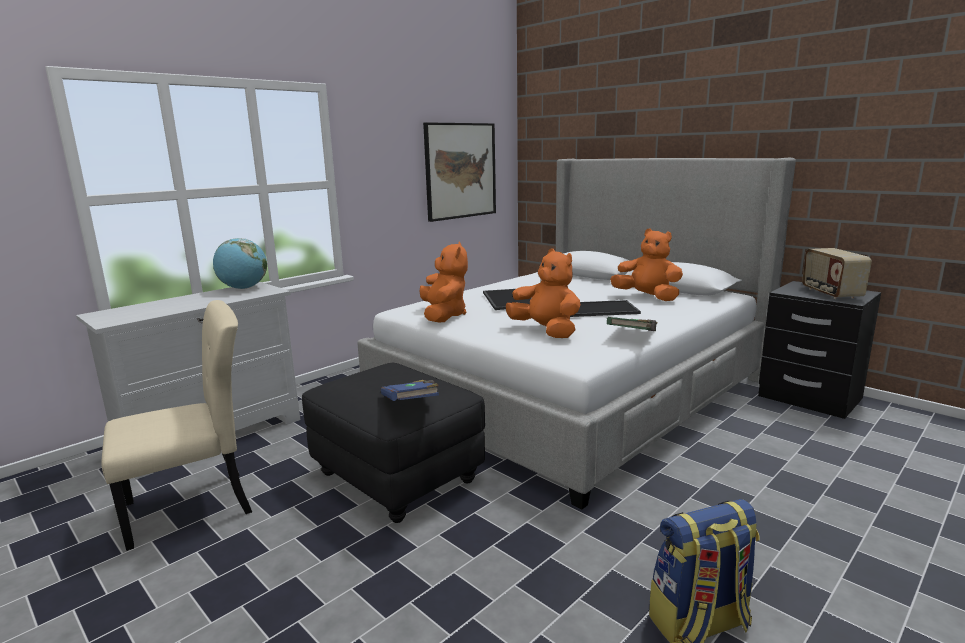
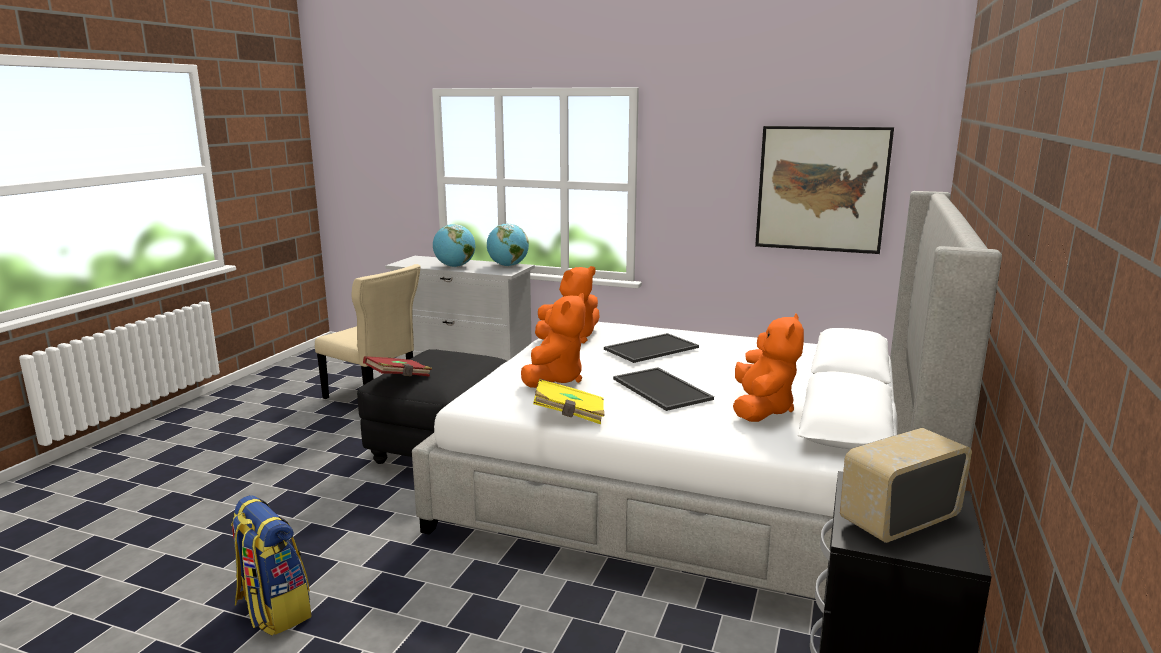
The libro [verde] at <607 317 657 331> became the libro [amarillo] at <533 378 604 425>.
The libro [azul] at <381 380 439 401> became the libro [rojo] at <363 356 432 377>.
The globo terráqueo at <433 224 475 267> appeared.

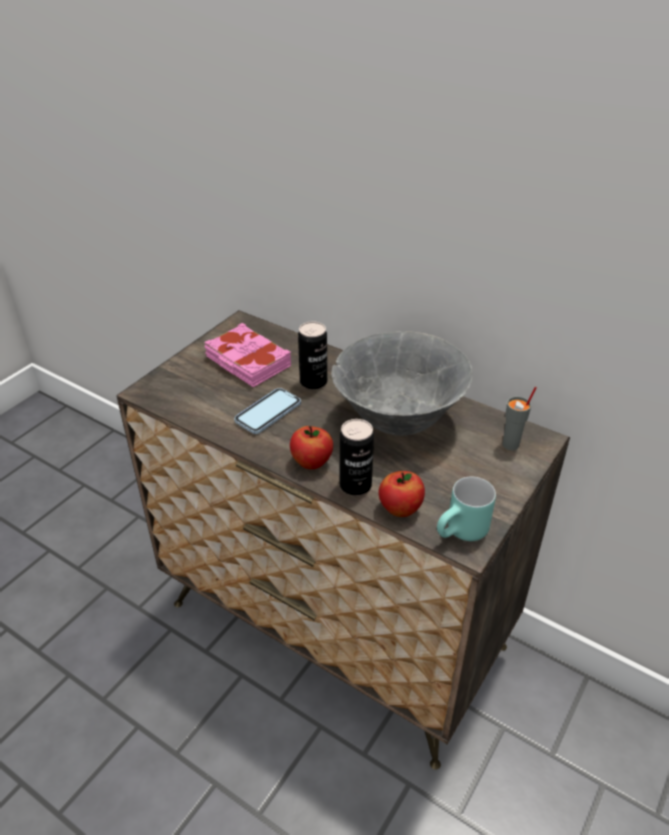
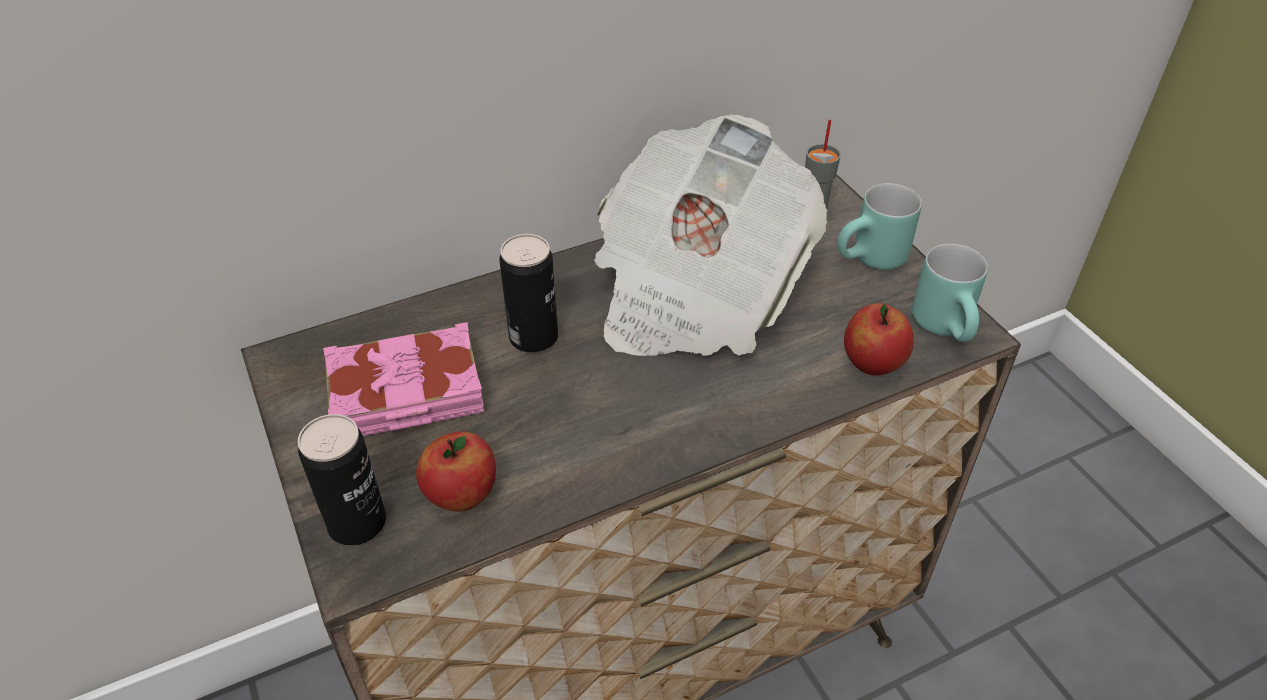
The cuenco [gris] at <331 331 473 436> was replaced by the periódico at <594 114 827 356>.
The móvil at <234 388 301 434> disappeared.
The lata moved from <339 419 374 495> to <298 414 386 546>.
The manzana moved from <290 426 333 469> to <416 431 496 512>.
The taza grande [turquesa] at <837 183 922 270> appeared.

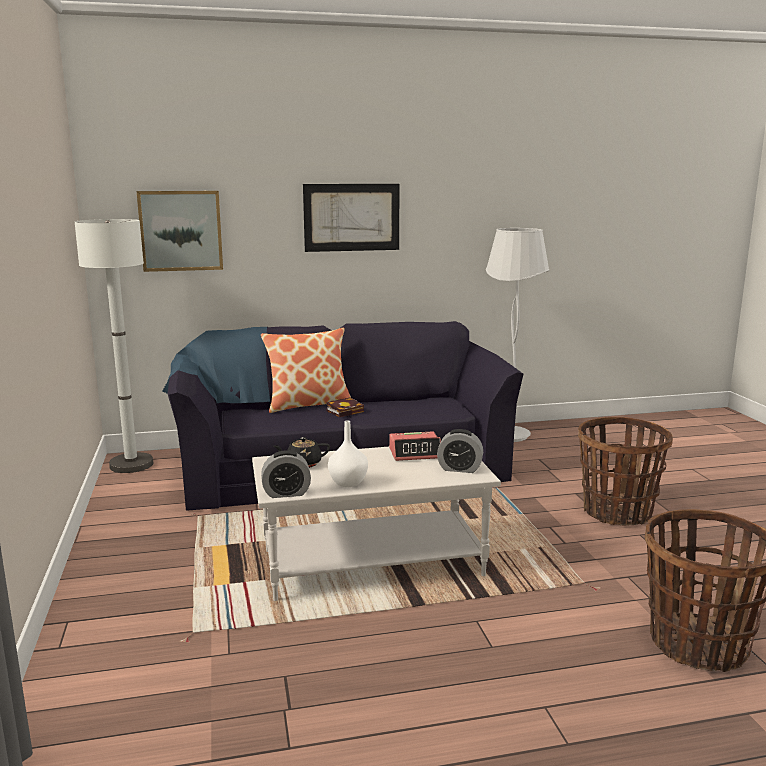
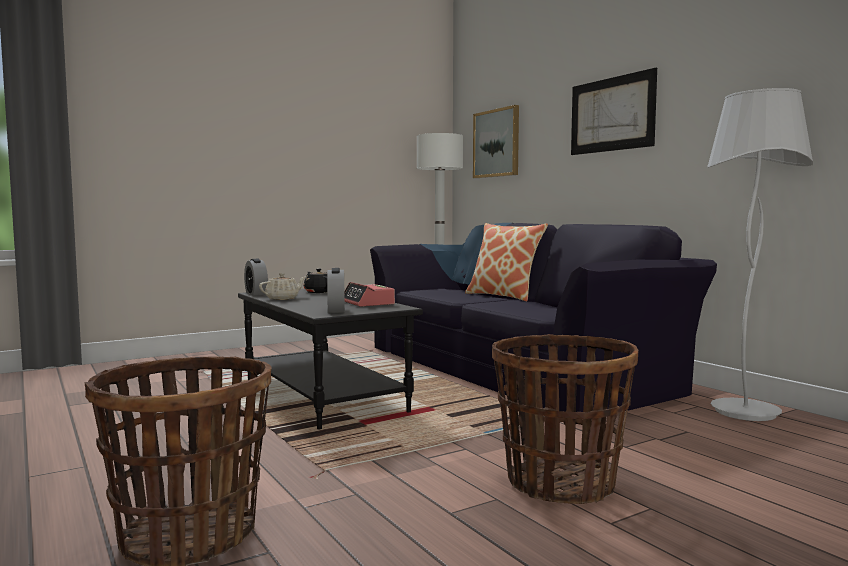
The libro at <326 397 364 417> disappeared.
The florero [blanco] at <328 420 368 487> was replaced by the tetera [beis] at <259 273 306 300>.
The mesa de centro [blanco] at <252 447 501 601> became the mesa de centro [negro] at <238 289 423 429>.

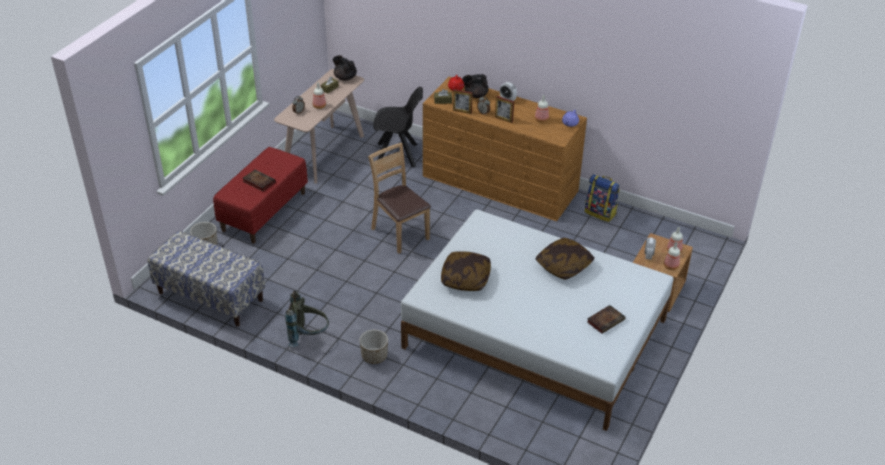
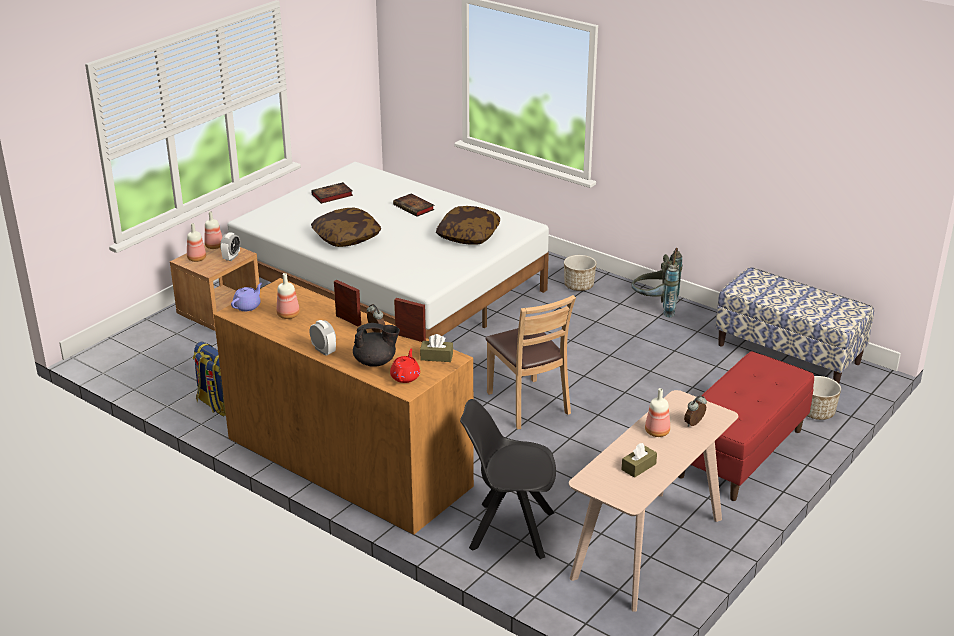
The tetera [negro] at <333 55 357 81> disappeared.
The libro moved from <242 170 275 192> to <393 194 435 216>.

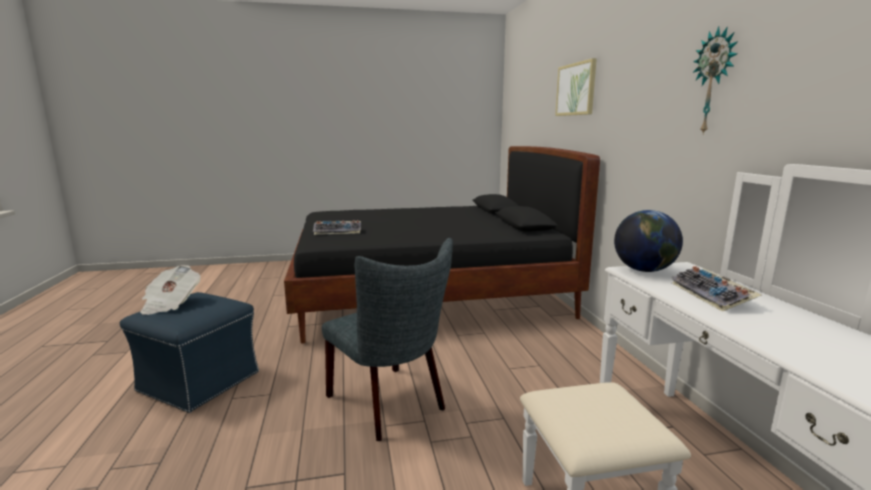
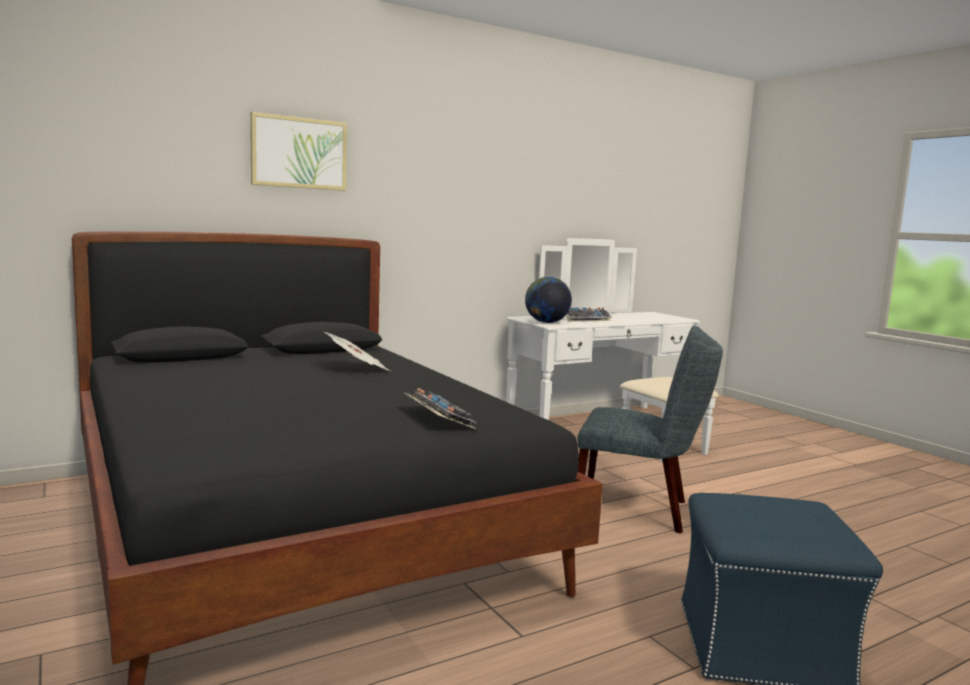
The reloj de pared at <693 26 738 134> disappeared.
The silla [gris] at <322 238 453 441> turned 75 degrees clockwise.
The periódico moved from <140 265 201 315> to <324 332 390 371>.

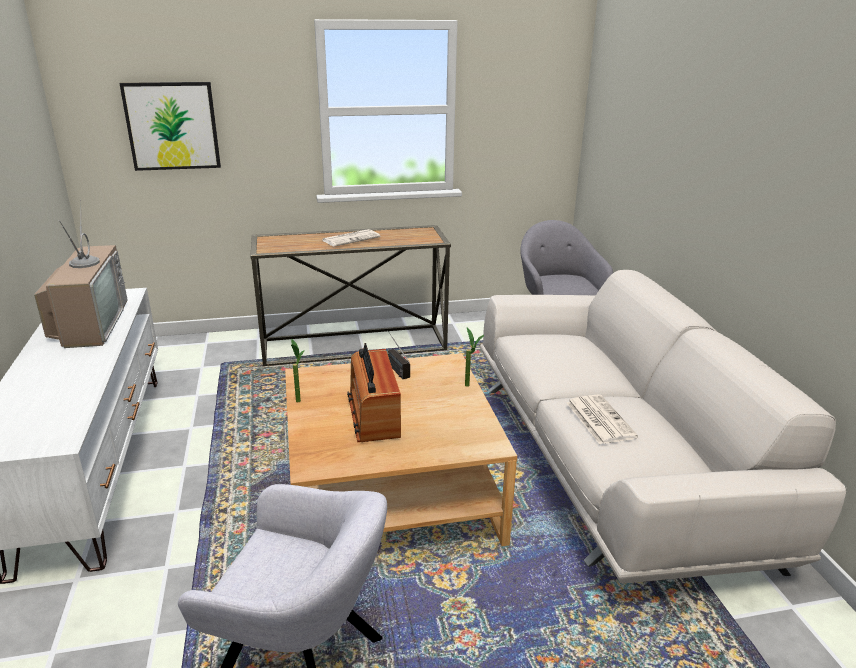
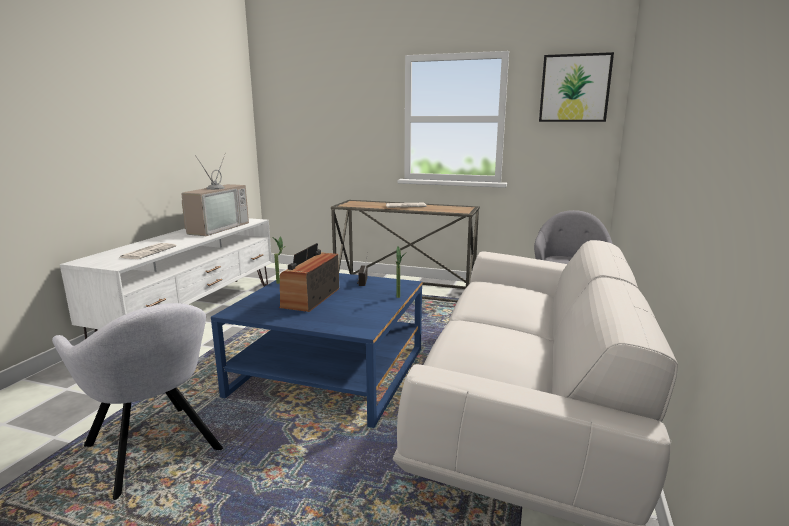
The cuadro moved from <119 82 221 171> to <539 52 614 122>.
The mesa de centro [beis] at <285 353 517 546> became the mesa de centro [azul] at <211 273 422 428>.
The periódico moved from <567 394 638 445> to <119 243 177 259>.

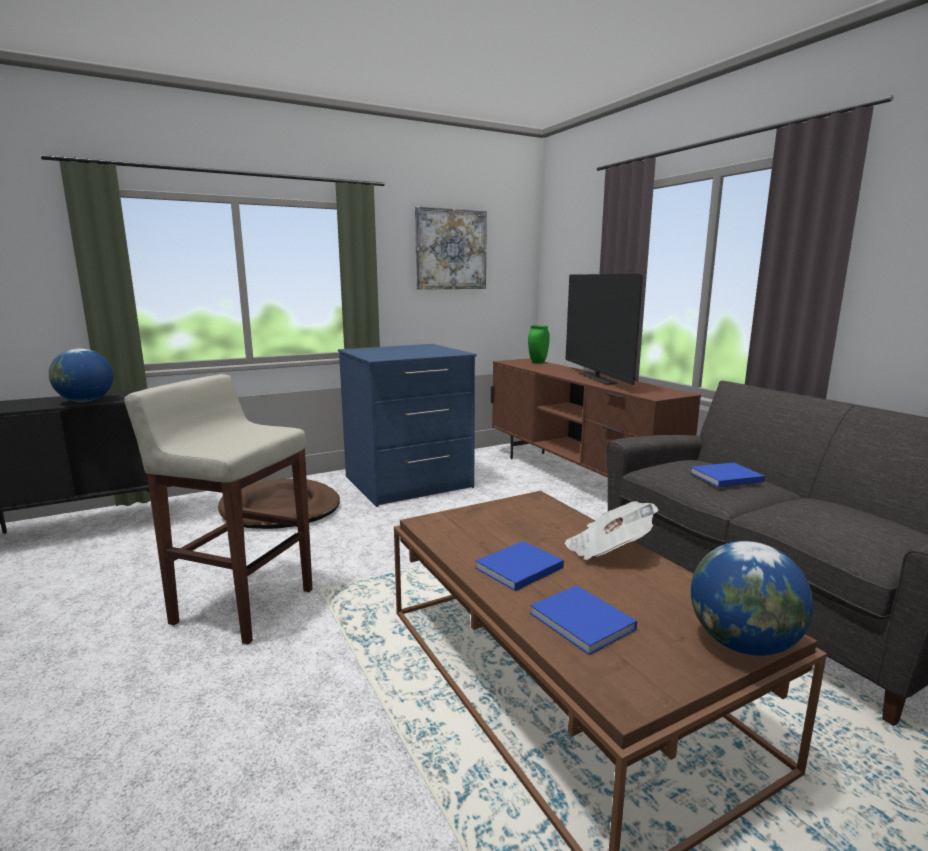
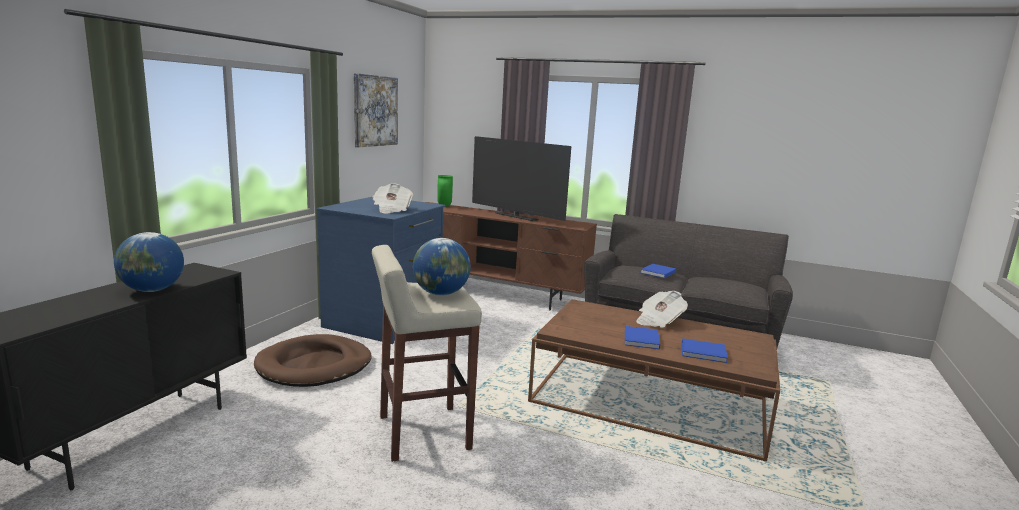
The globo terráqueo moved from <691 541 814 656> to <413 238 471 295>.
The periódico at <372 183 413 214> appeared.

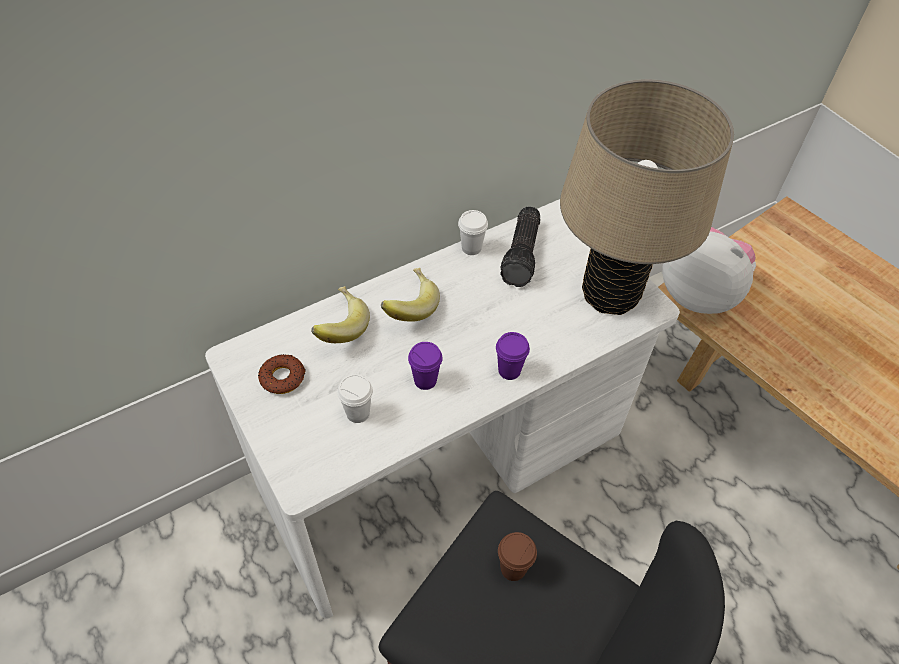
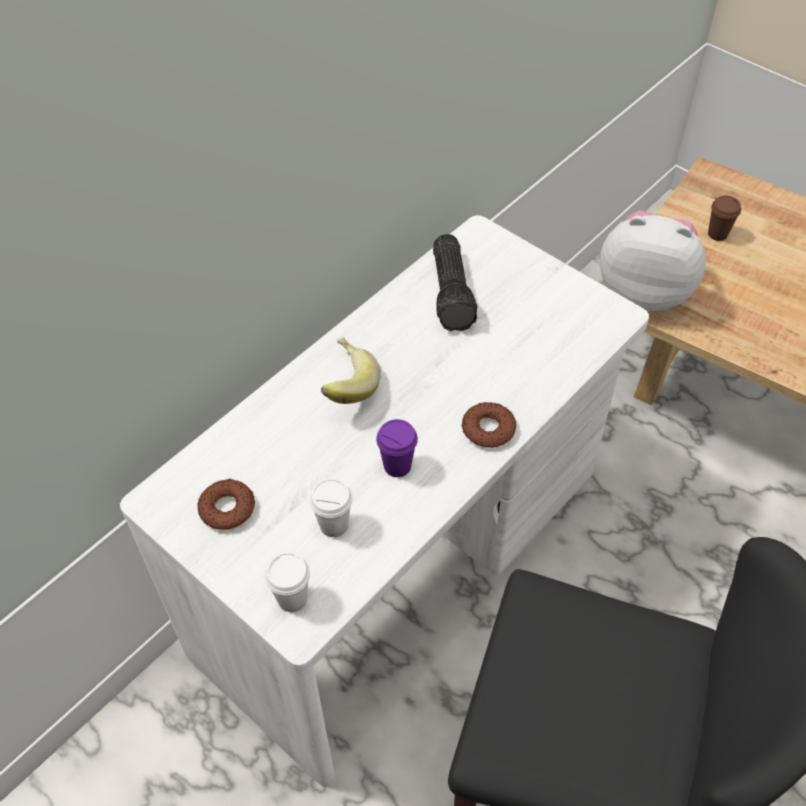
The lámpara de mesa [beis] at <560 79 734 315> disappeared.
The taza [blanco] moved from <458 210 488 255> to <265 552 310 612>.
The plátano at <311 286 370 343> disappeared.
The taza [morado] at <496 332 530 380> was replaced by the rosquilla at <462 402 516 448>.
The taza [marrón] moved from <498 532 537 581> to <708 196 741 241>.

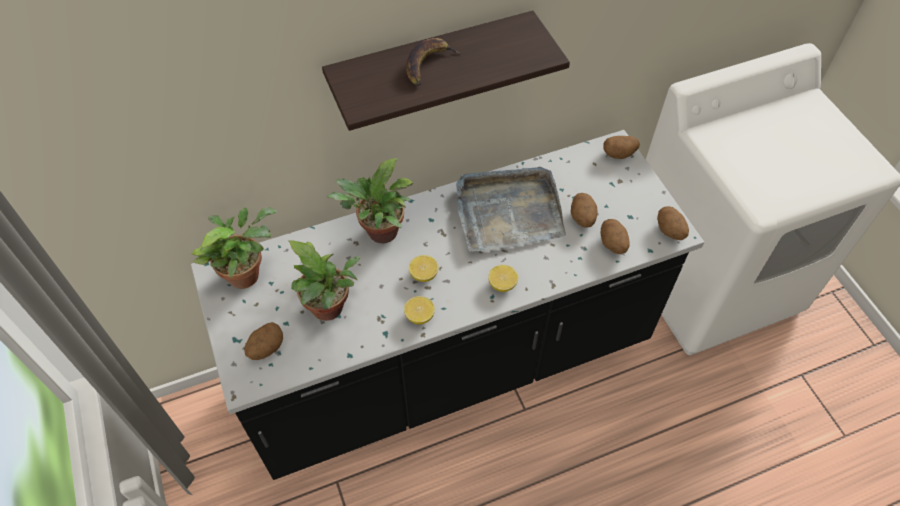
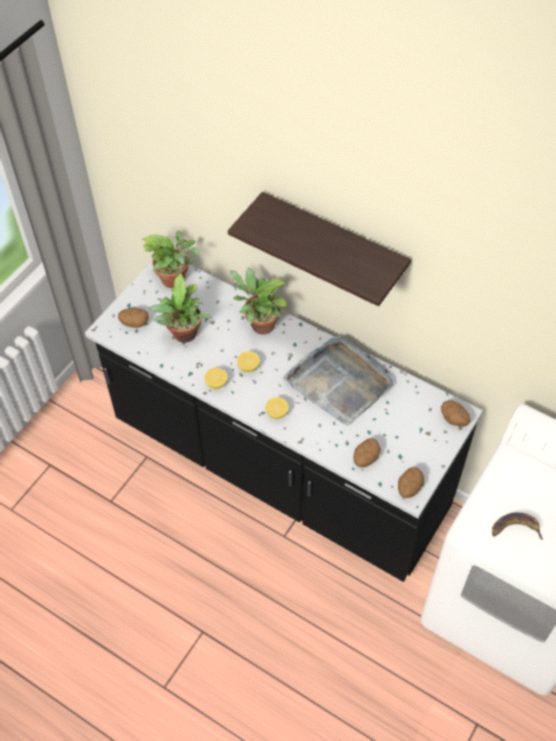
The plátano moved from <406 38 461 86> to <492 513 543 540>.
The patata at <571 193 597 228> disappeared.

